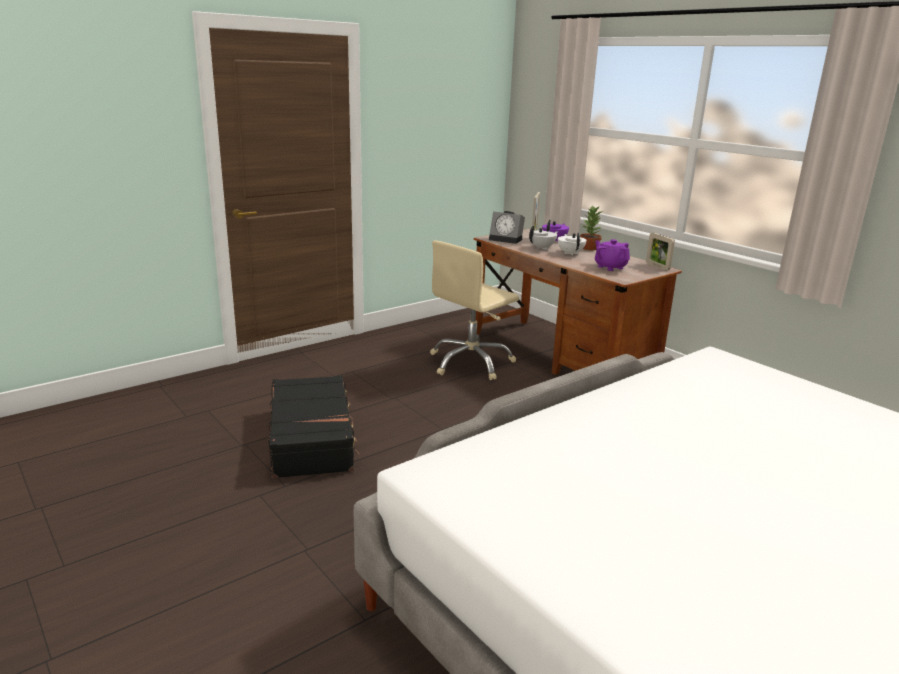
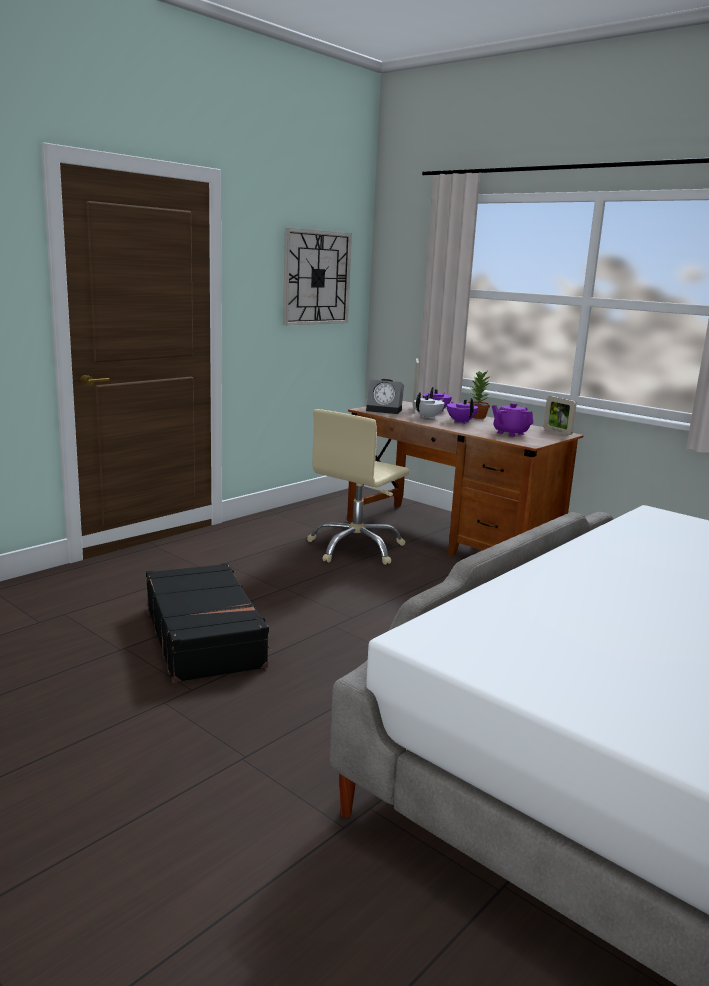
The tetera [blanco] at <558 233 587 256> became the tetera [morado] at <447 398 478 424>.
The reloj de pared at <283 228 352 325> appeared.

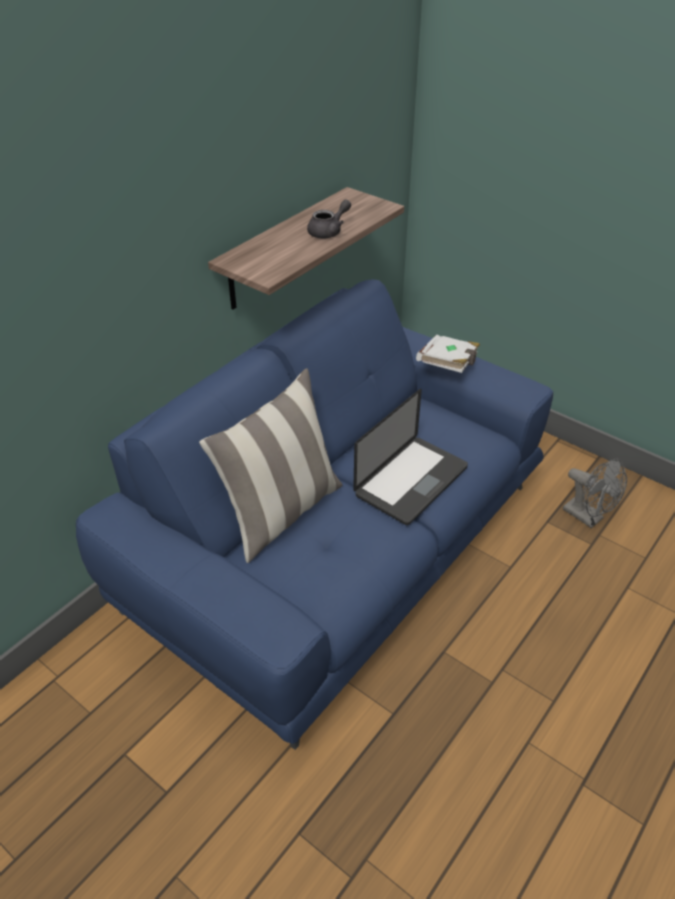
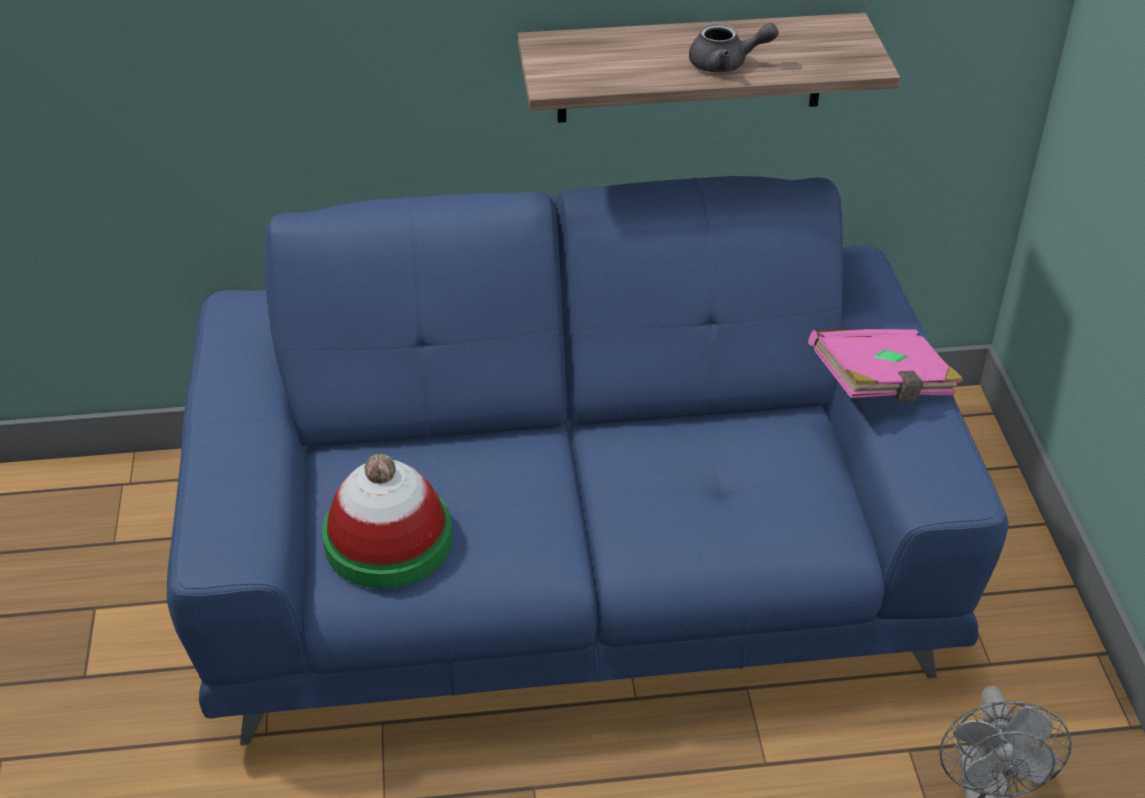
The libro [blanco] at <416 335 480 373> became the libro [rosa] at <808 329 964 402>.
The cojín at <199 368 342 563> disappeared.
The portátil at <353 389 468 525> disappeared.
The sombrero at <322 454 452 589> appeared.

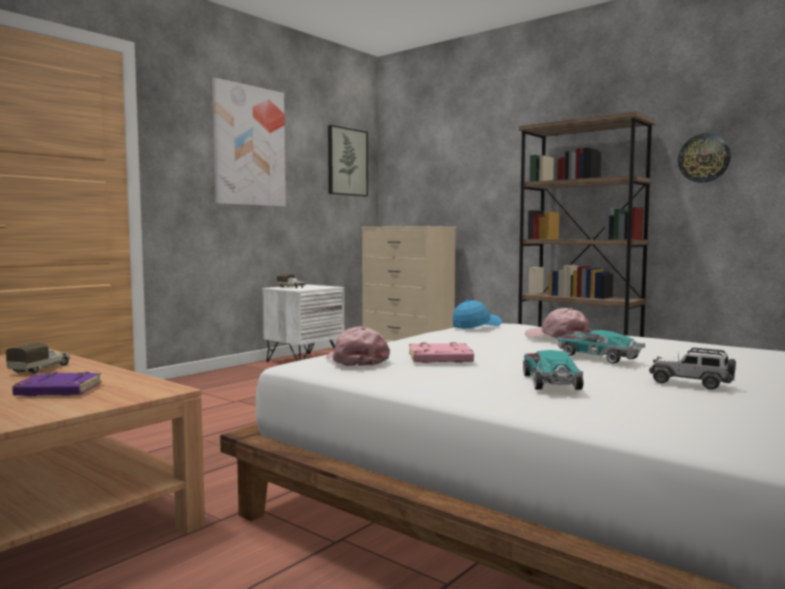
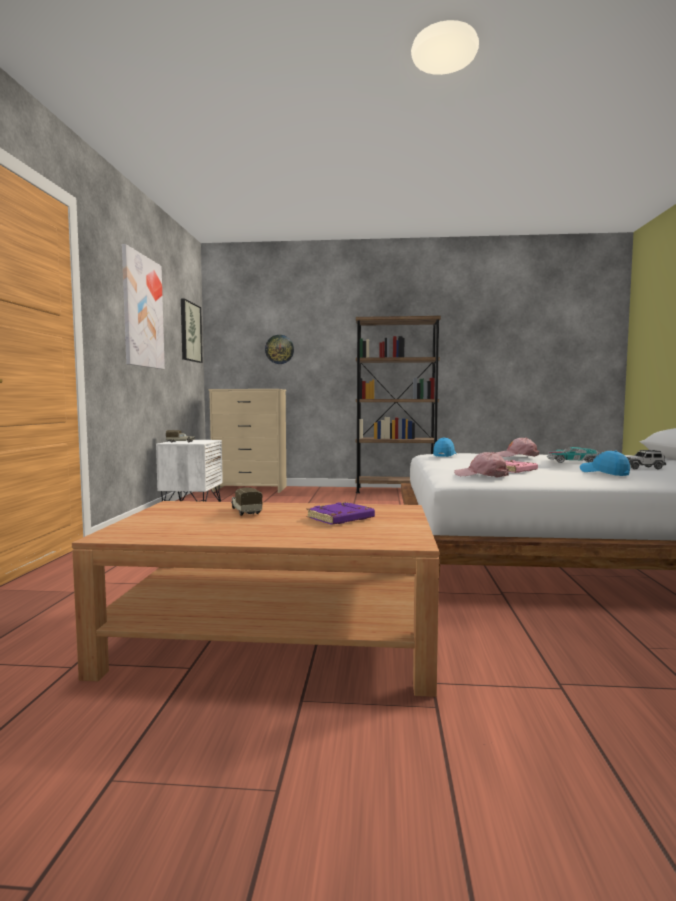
The reloj de pared moved from <678 133 731 183> to <265 335 294 364>.
The coche de juguete at <523 350 583 390> was replaced by the gorra [azul] at <580 450 630 476>.

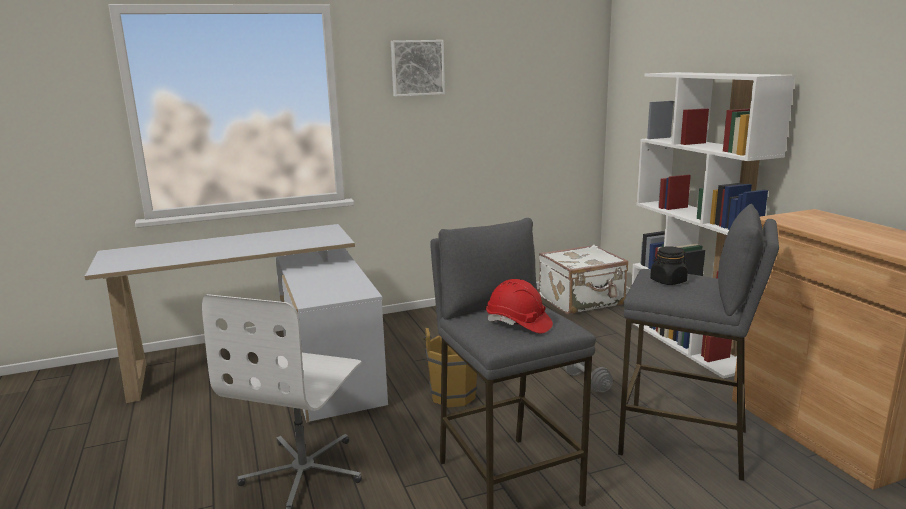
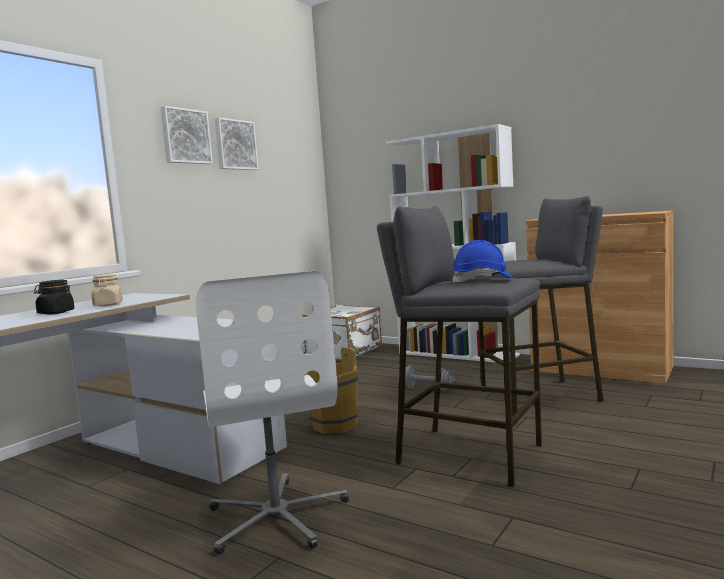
The tarro [negro] moved from <650 246 688 285> to <34 280 74 315>.
The casco [rojo] at <486 279 553 334> became the casco [azul] at <452 240 514 283>.
The cuadro at <215 117 259 170> appeared.
The tarro [beis] at <91 274 123 306> appeared.

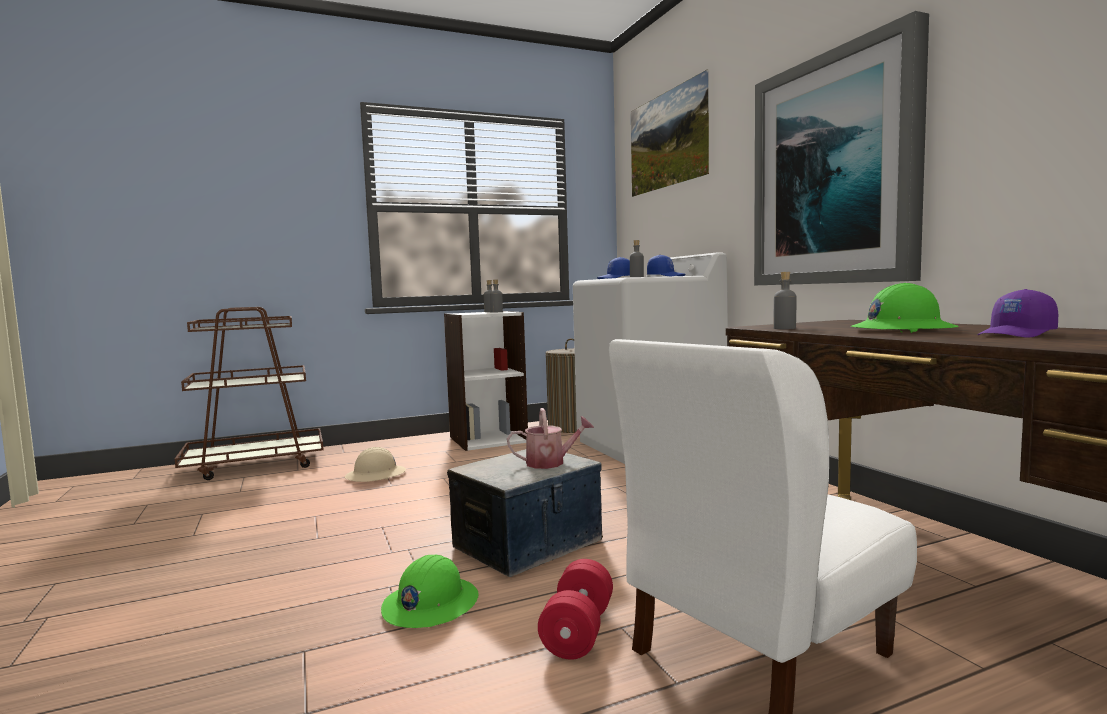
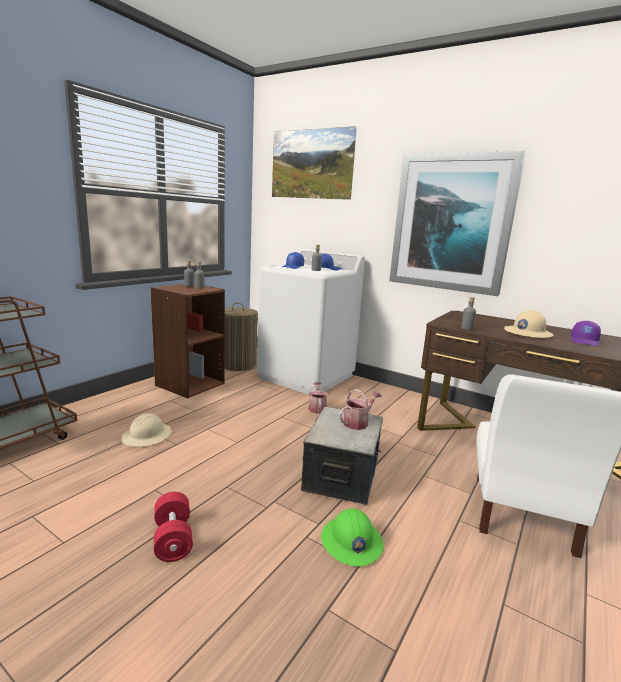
The casco [verde] at <851 283 959 333> became the casco [beis] at <504 310 554 338>.
The estantería [blanco] at <444 311 528 451> became the estantería [marrón] at <150 284 225 399>.
The mancuerna [rojo] moved from <538 559 613 660> to <154 492 193 562>.
The regadera at <309 382 329 414> appeared.

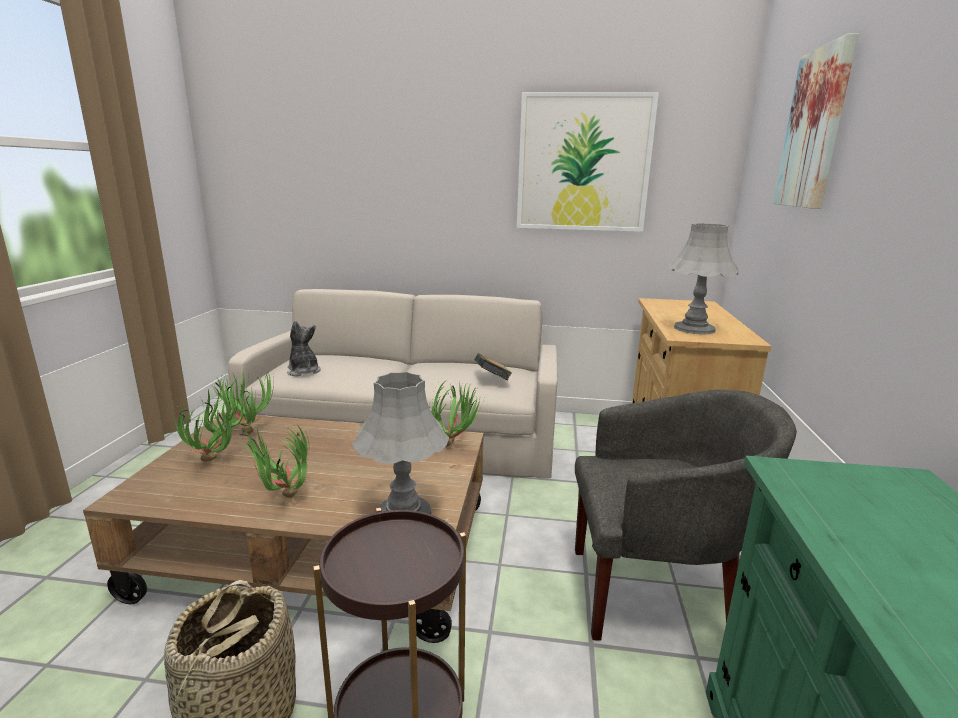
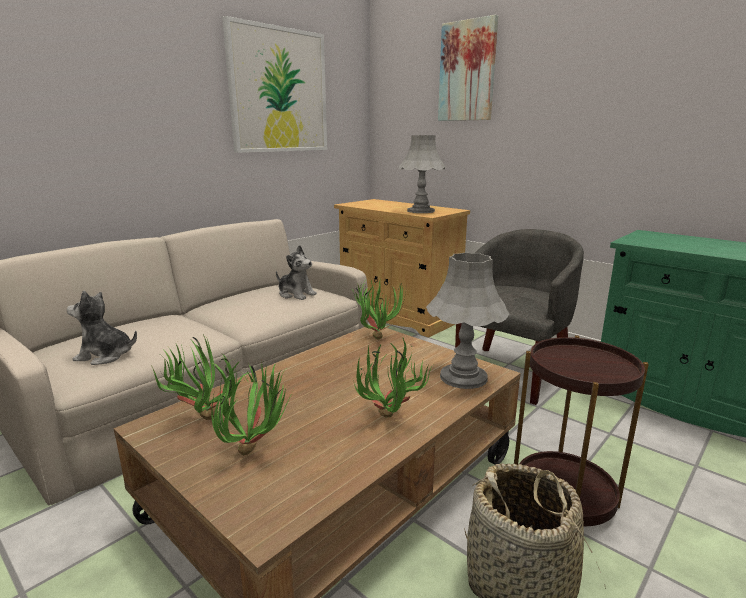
The libro at <474 353 512 380> was replaced by the peluche at <276 245 317 300>.

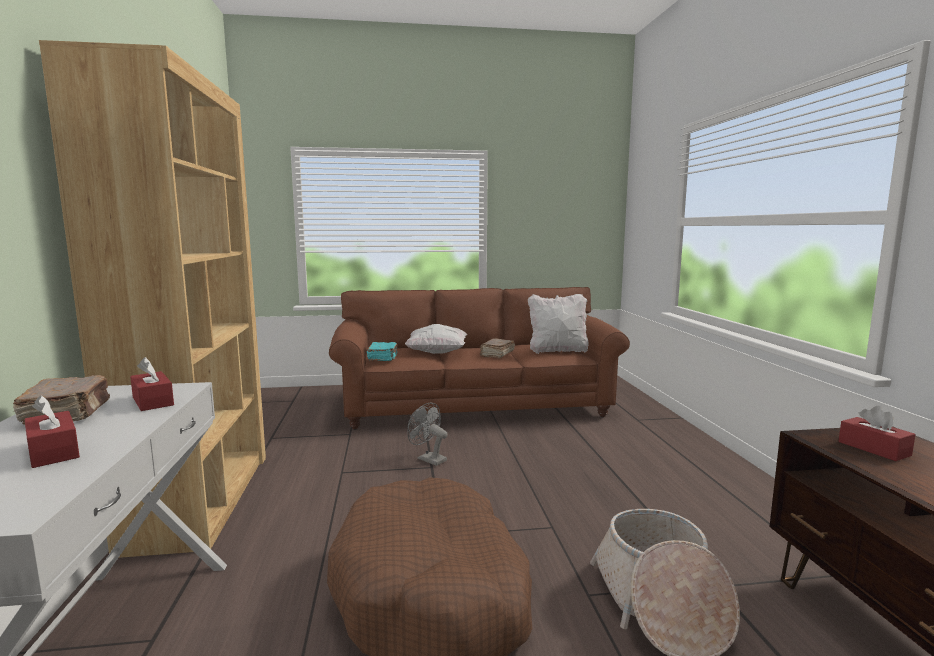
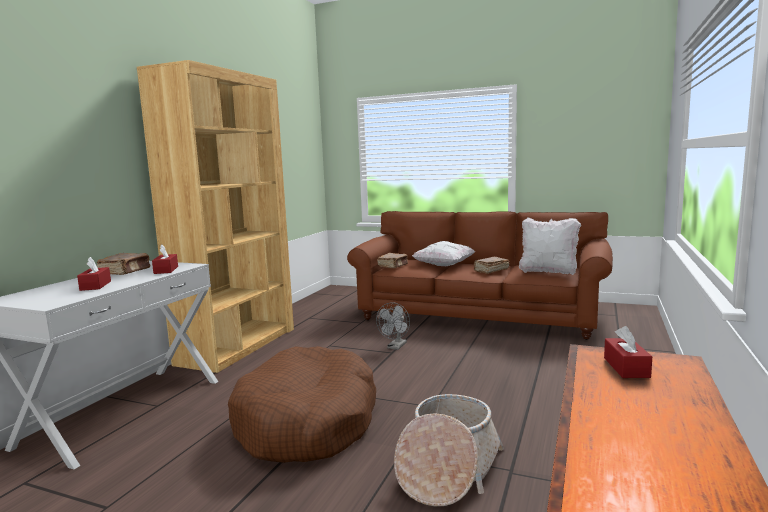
The libro [turquesa] at <367 342 398 361> became the libro [marrón] at <377 253 408 268>.
The ventilador [gris] at <408 403 448 466> turned 135 degrees counterclockwise.

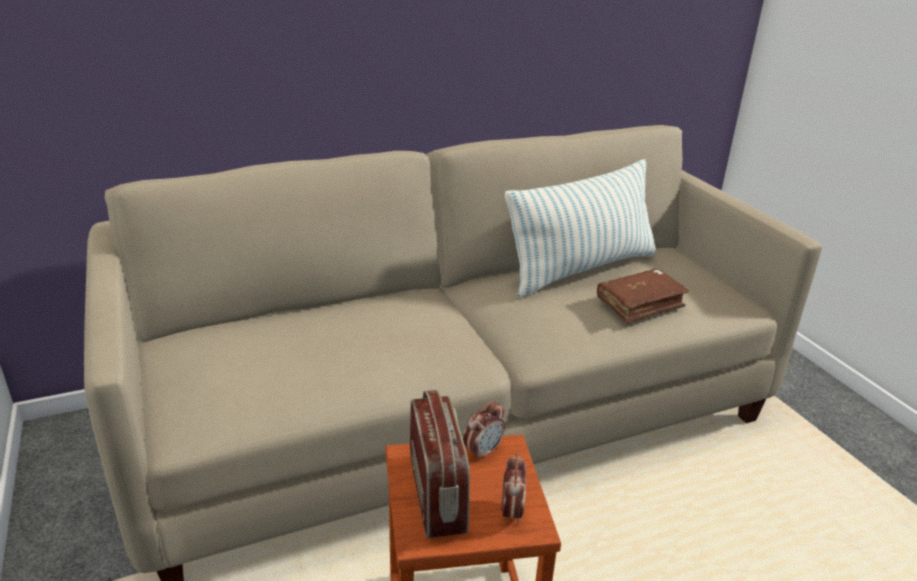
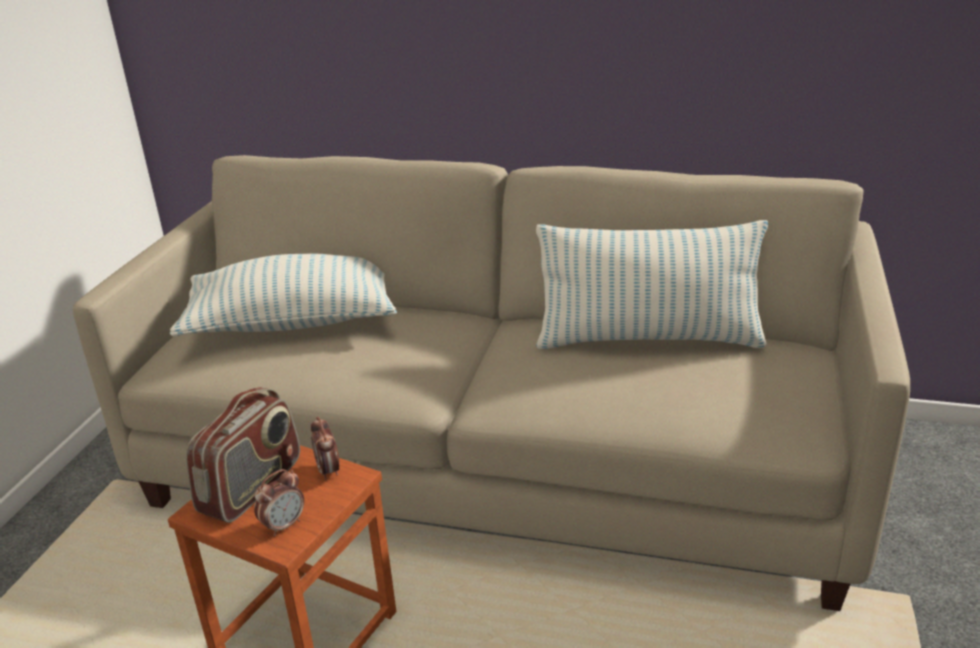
The libro [marrón] at <597 269 690 323> disappeared.
The despertador at <463 401 505 462> turned 75 degrees clockwise.
The cojín at <170 254 397 336> appeared.

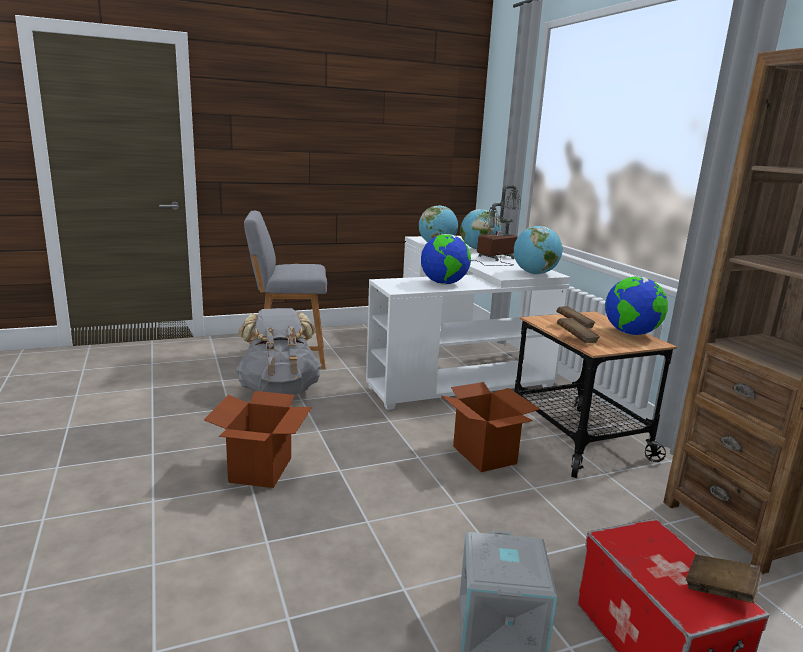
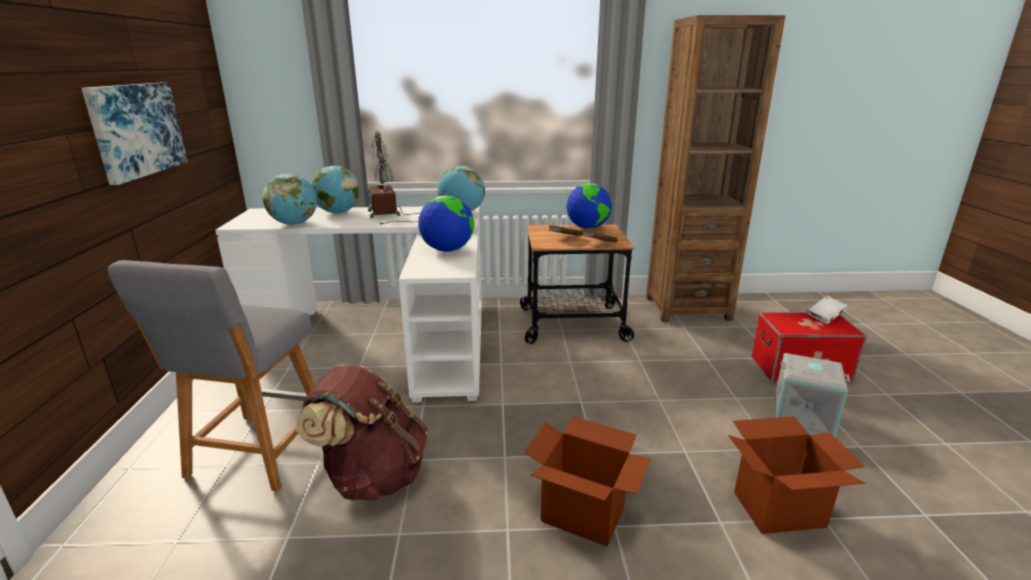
The mochila [gris] at <236 308 322 395> became the mochila [marrón] at <296 365 428 501>.
The caja de cartón moved from <441 382 540 472> to <728 416 866 534>.
The libro [marrón] at <686 555 762 603> became the libro [blanco] at <807 296 848 324>.
The cuadro at <81 82 188 185> appeared.

